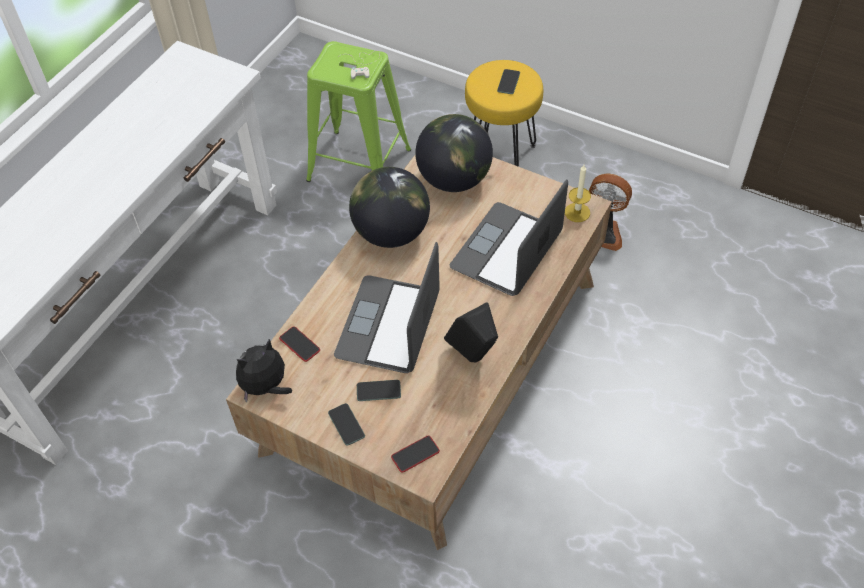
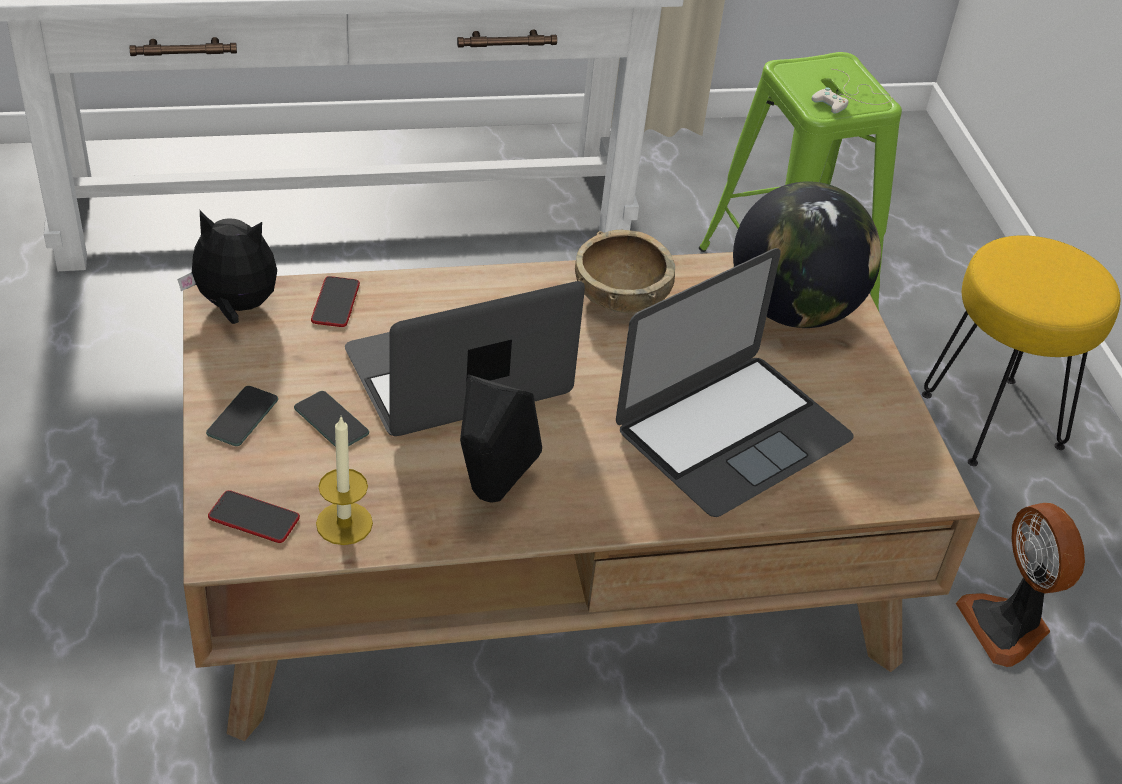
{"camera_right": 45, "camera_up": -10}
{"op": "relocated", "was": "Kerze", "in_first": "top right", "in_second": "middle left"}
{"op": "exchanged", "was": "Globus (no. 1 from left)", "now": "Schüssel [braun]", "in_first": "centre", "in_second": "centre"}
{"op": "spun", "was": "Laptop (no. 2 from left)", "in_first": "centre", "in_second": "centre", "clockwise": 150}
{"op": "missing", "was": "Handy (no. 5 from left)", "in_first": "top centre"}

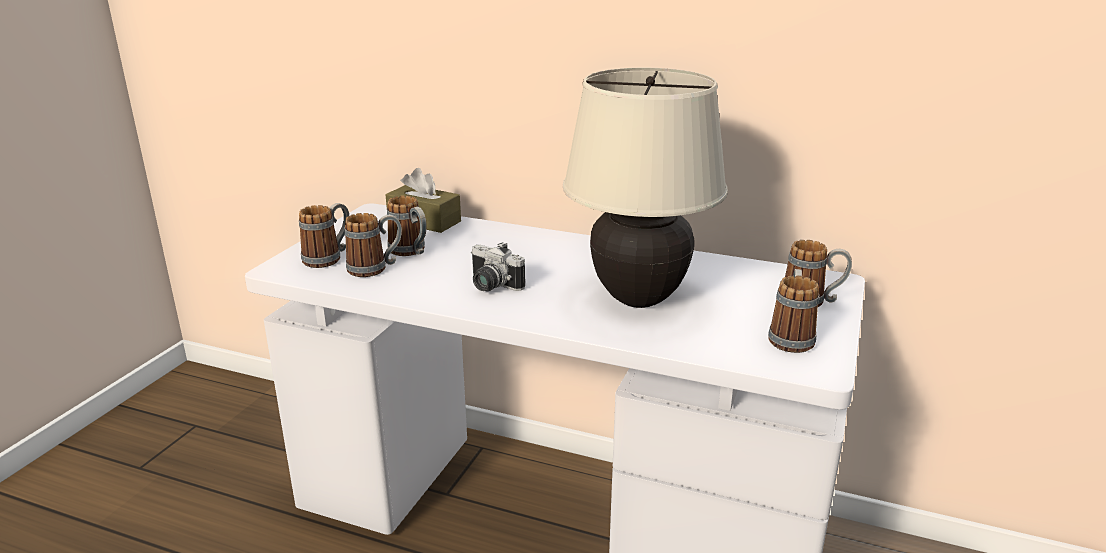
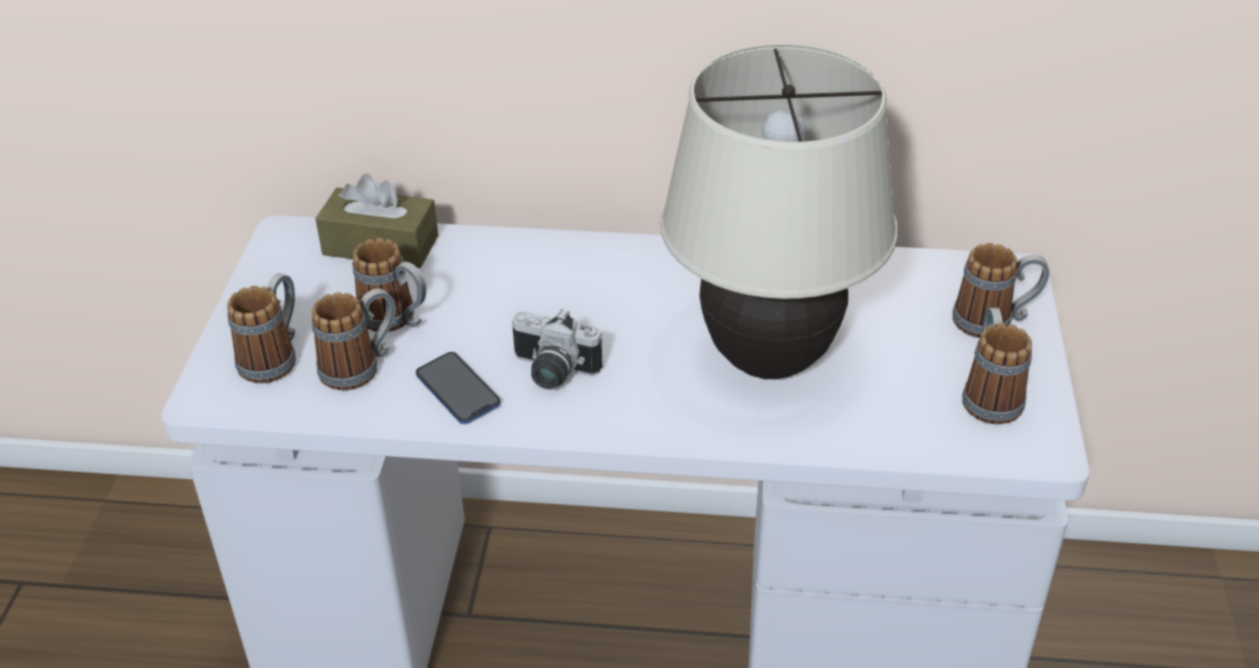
{"camera_right": -15, "camera_up": 15}
{"op": "appeared", "now": "Handy", "in_second": "centre"}

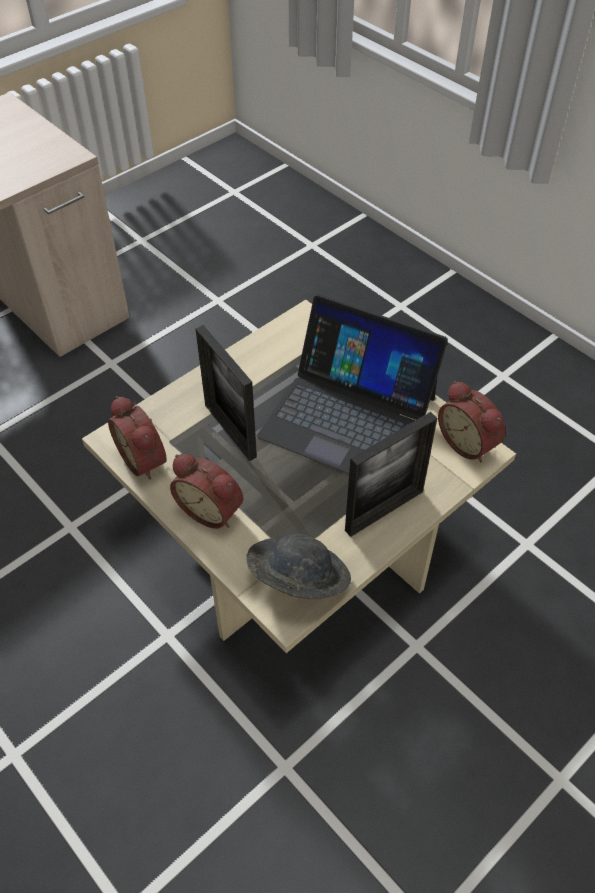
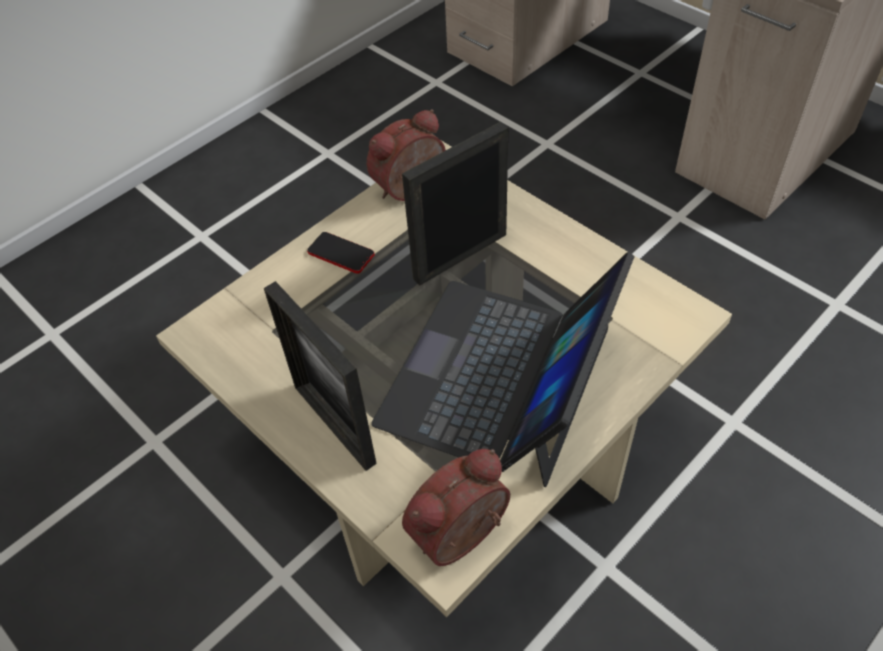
{"camera_right": 90, "camera_up": 0}
{"op": "exchanged", "was": "Wecker (no. 2 from left)", "now": "Handy", "in_first": "centre", "in_second": "centre"}
{"op": "missing", "was": "Hut [grau]", "in_first": "centre"}

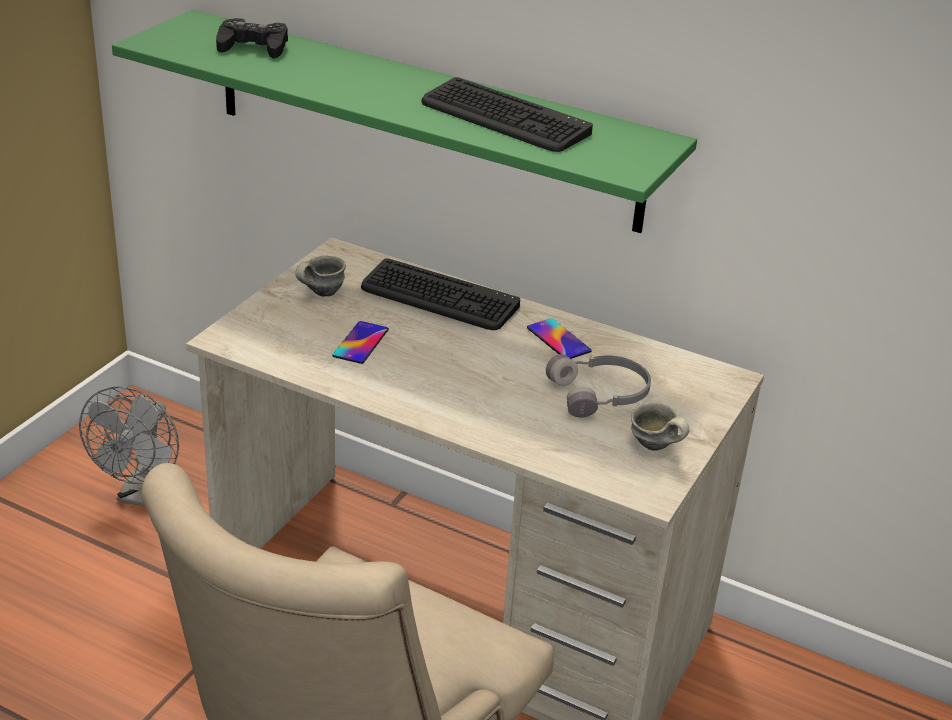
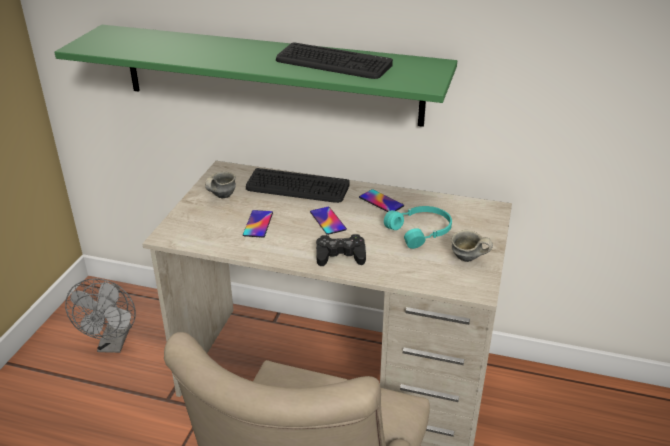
{"camera_right": -10, "camera_up": 0}
{"op": "appeared", "now": "Handy (no. 2 from left)", "in_second": "centre"}
{"op": "relocated", "was": "Gamepad [schwarz]", "in_first": "top left", "in_second": "centre"}
{"op": "colour", "was": "Kopfhörer [grau]", "now": "Kopfhörer [türkis]", "in_first": "centre", "in_second": "centre"}

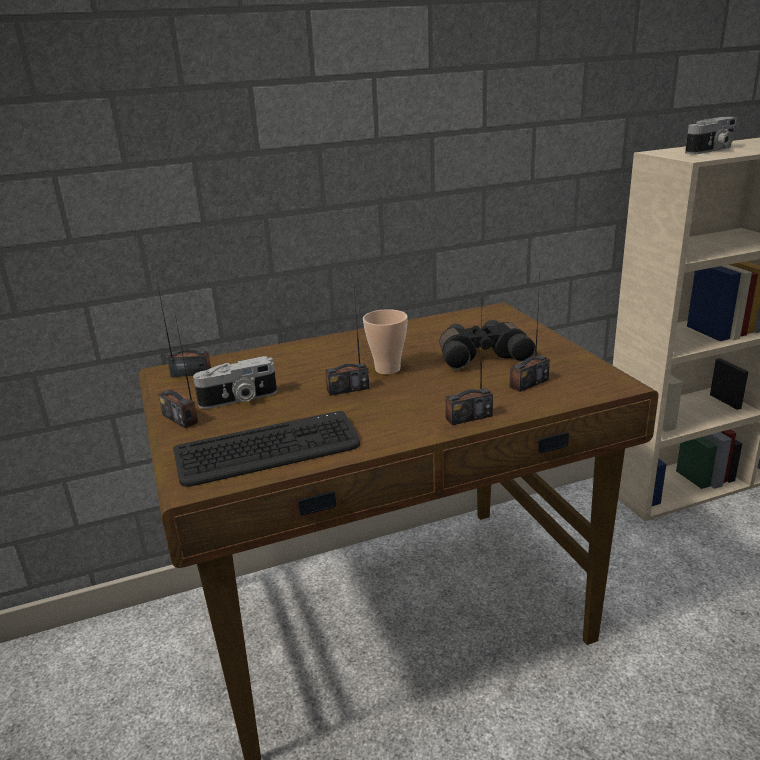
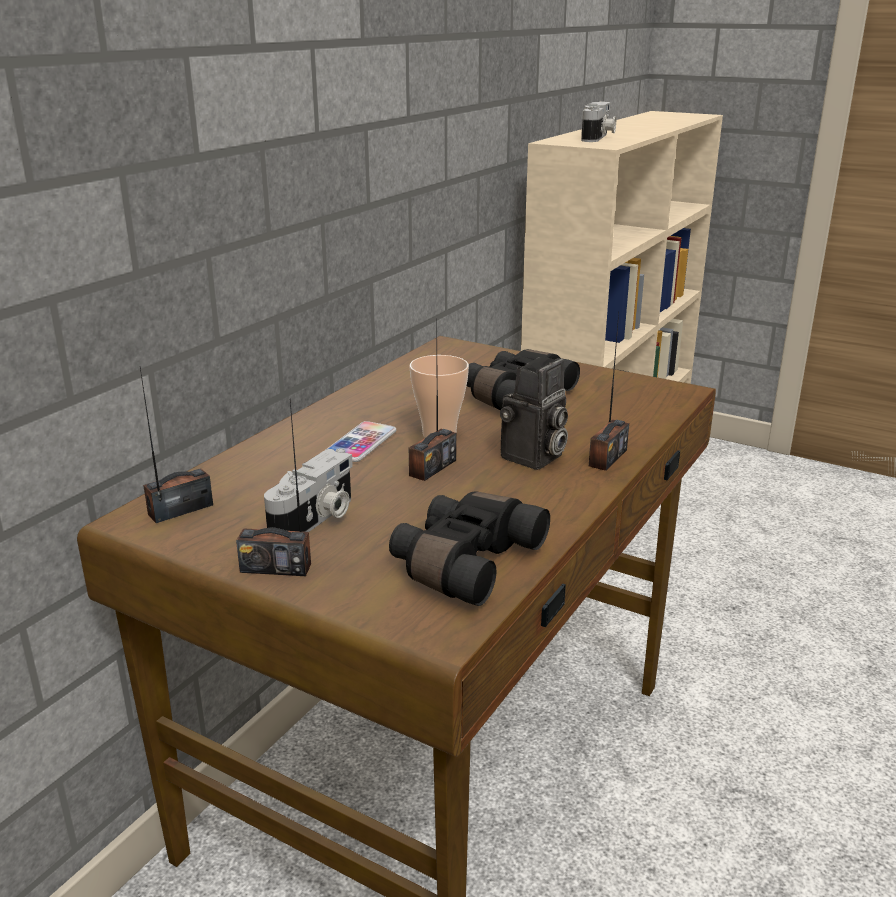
{"camera_right": -40, "camera_up": 0}
{"op": "appeared", "now": "Handy", "in_second": "centre"}
{"op": "exchanged", "was": "Tastatur", "now": "Fernglas [schwarz] (no. 1 from left)", "in_first": "centre", "in_second": "centre"}
{"op": "appeared", "now": "Kamera (no. 2 from left)", "in_second": "centre"}
{"op": "missing", "was": "Radio (no. 5 from left)", "in_first": "middle right"}

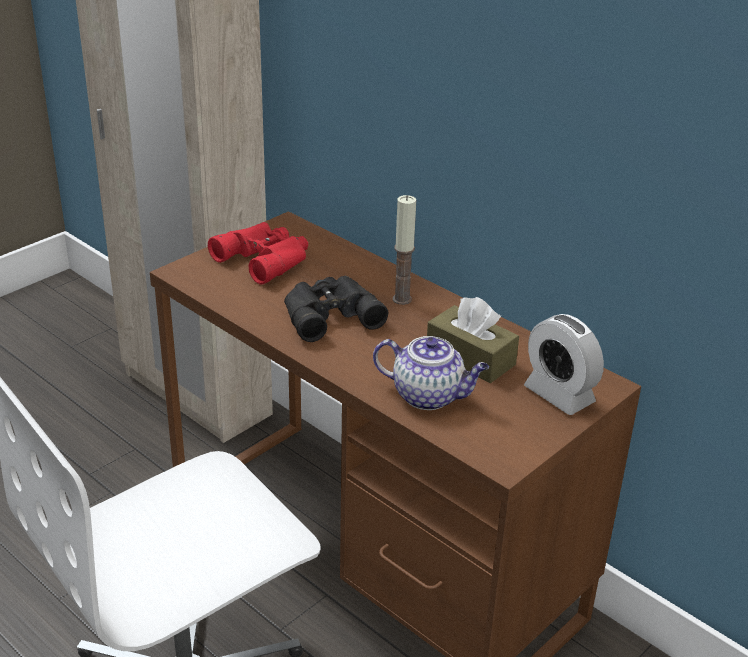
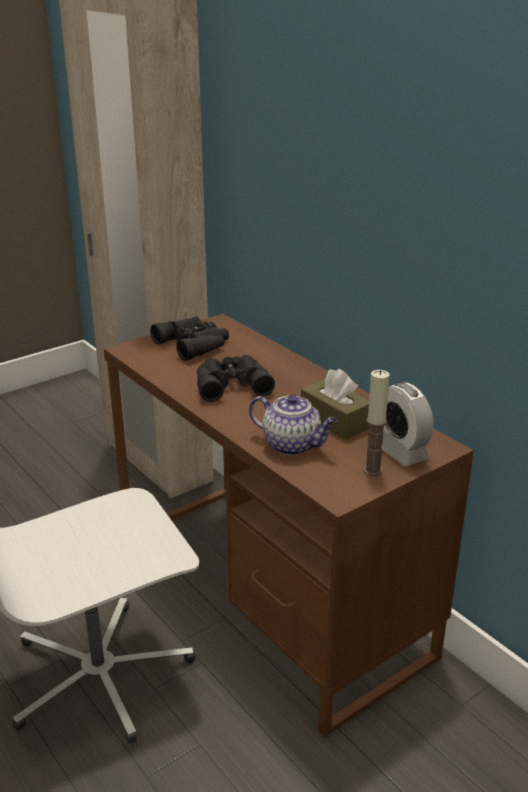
{"camera_right": 10, "camera_up": -5}
{"op": "colour", "was": "Fernglas [rot]", "now": "Fernglas [schwarz] (no. 1 from left)", "in_first": "centre", "in_second": "centre"}
{"op": "relocated", "was": "Kerze", "in_first": "centre", "in_second": "middle right"}

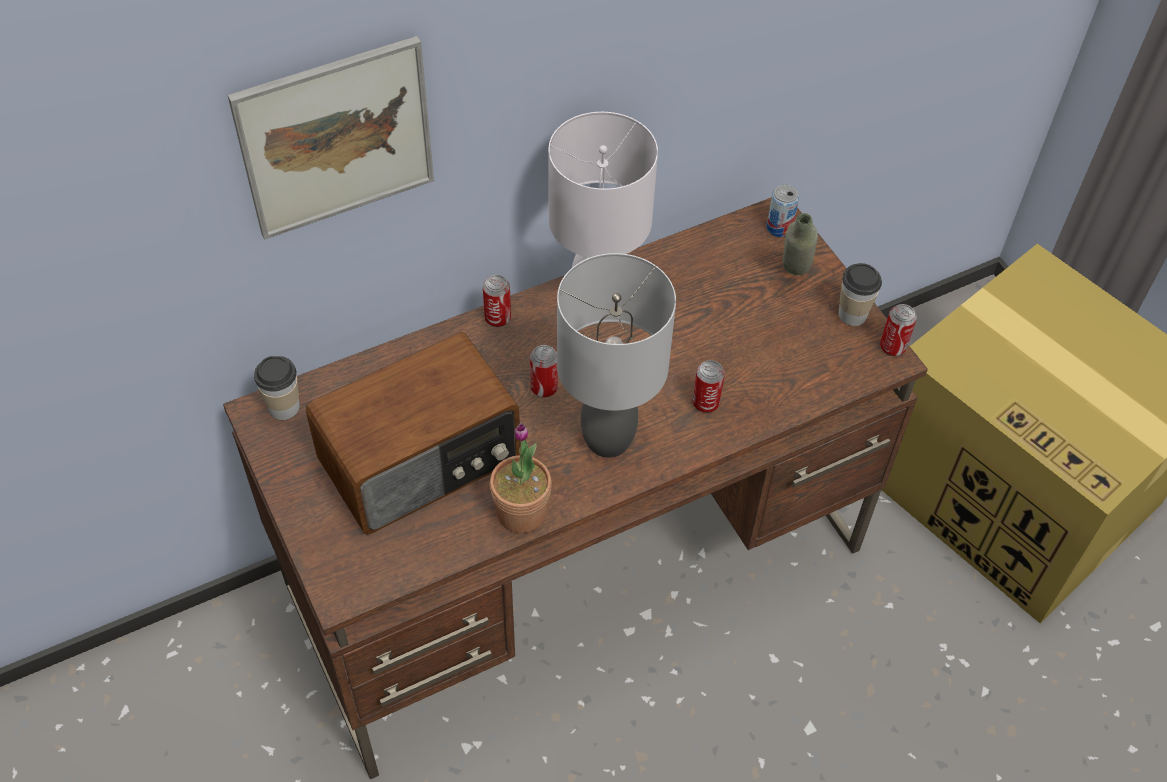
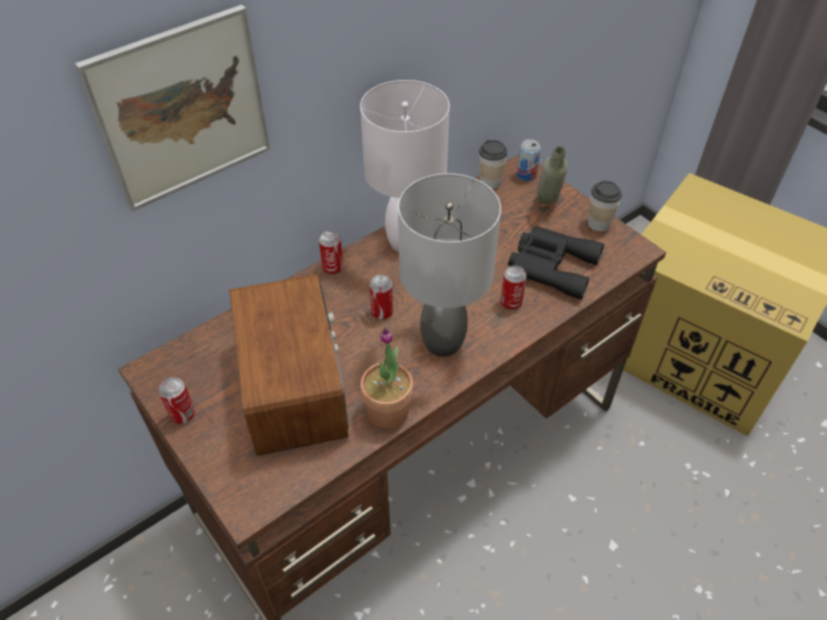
{"camera_right": -10, "camera_up": -5}
{"op": "relocated", "was": "Dose (no. 5 from left in the first image)", "now": "Dose (no. 1 from left)", "in_first": "middle right", "in_second": "middle left"}
{"op": "spun", "was": "Radio", "in_first": "centre", "in_second": "centre", "clockwise": -60}
{"op": "relocated", "was": "Tasse (no. 1 from left)", "in_first": "middle left", "in_second": "top centre"}
{"op": "appeared", "now": "Fernglas [schwarz]", "in_second": "middle right"}

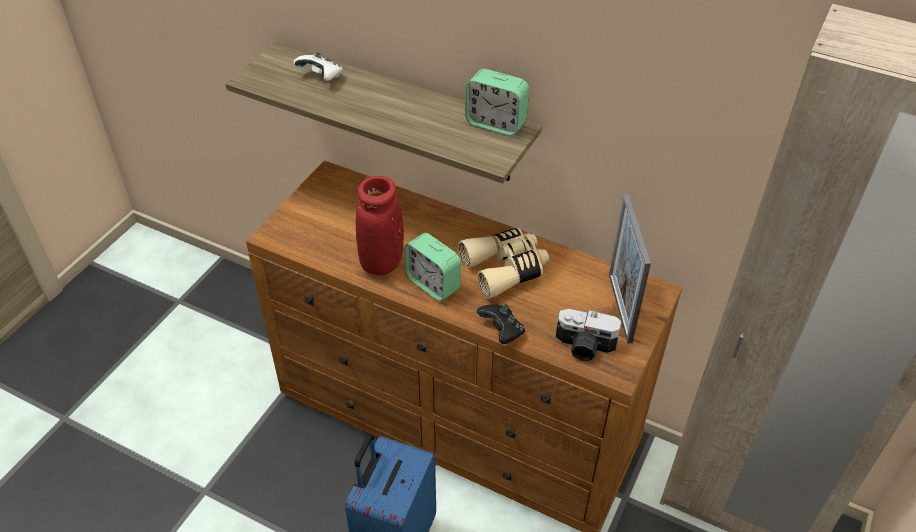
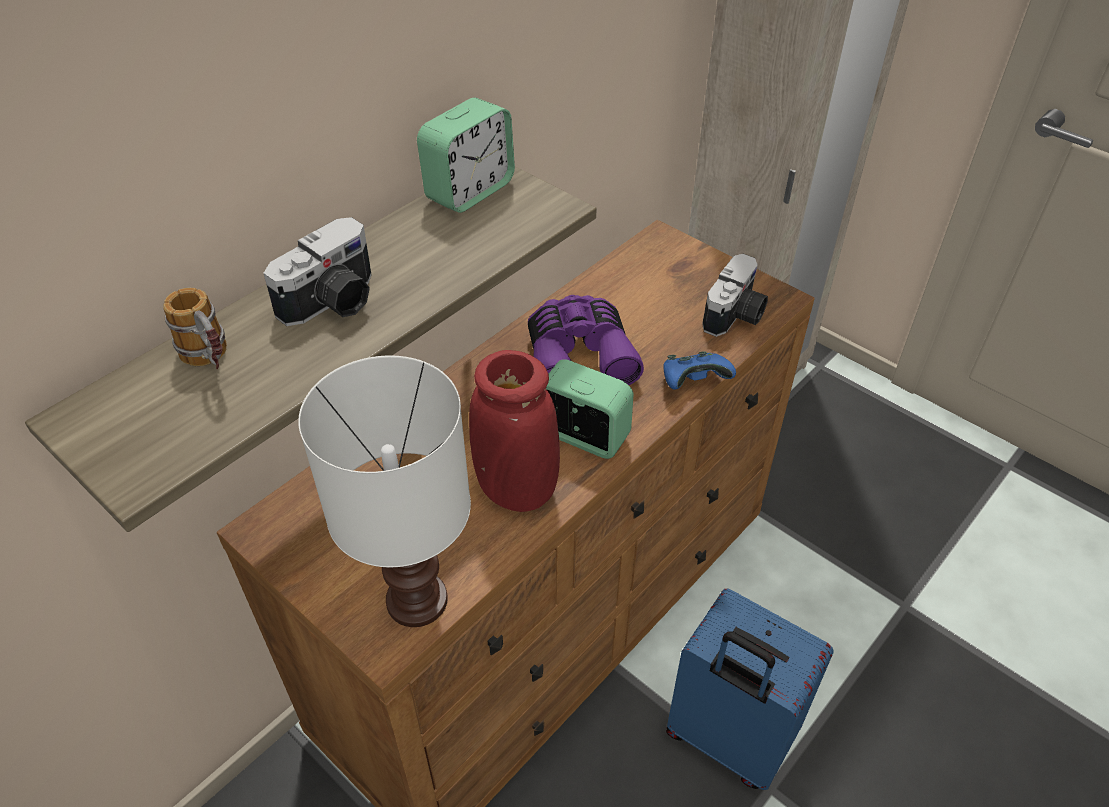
{"camera_right": -75, "camera_up": 0}
{"op": "exchanged", "was": "Gamepad [weiß]", "now": "Henkelbecher", "in_first": "top centre", "in_second": "middle left"}
{"op": "appeared", "now": "Kamera (no. 1 from left)", "in_second": "middle left"}
{"op": "appeared", "now": "Tischlampe [weiß]", "in_second": "centre"}
{"op": "colour", "was": "Fernglas [beige]", "now": "Fernglas [lila]", "in_first": "centre", "in_second": "centre"}
{"op": "spun", "was": "Wecker (no. 1 from left in the first image)", "in_first": "centre", "in_second": "centre", "clockwise": -120}
{"op": "colour", "was": "Gamepad [schwarz]", "now": "Gamepad [blau]", "in_first": "centre", "in_second": "centre"}
{"op": "missing", "was": "Bilderrahmen", "in_first": "middle right"}

